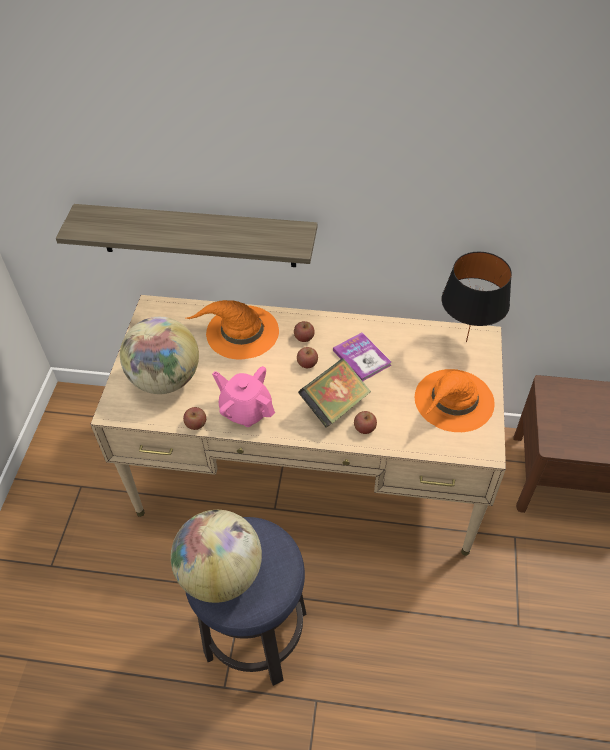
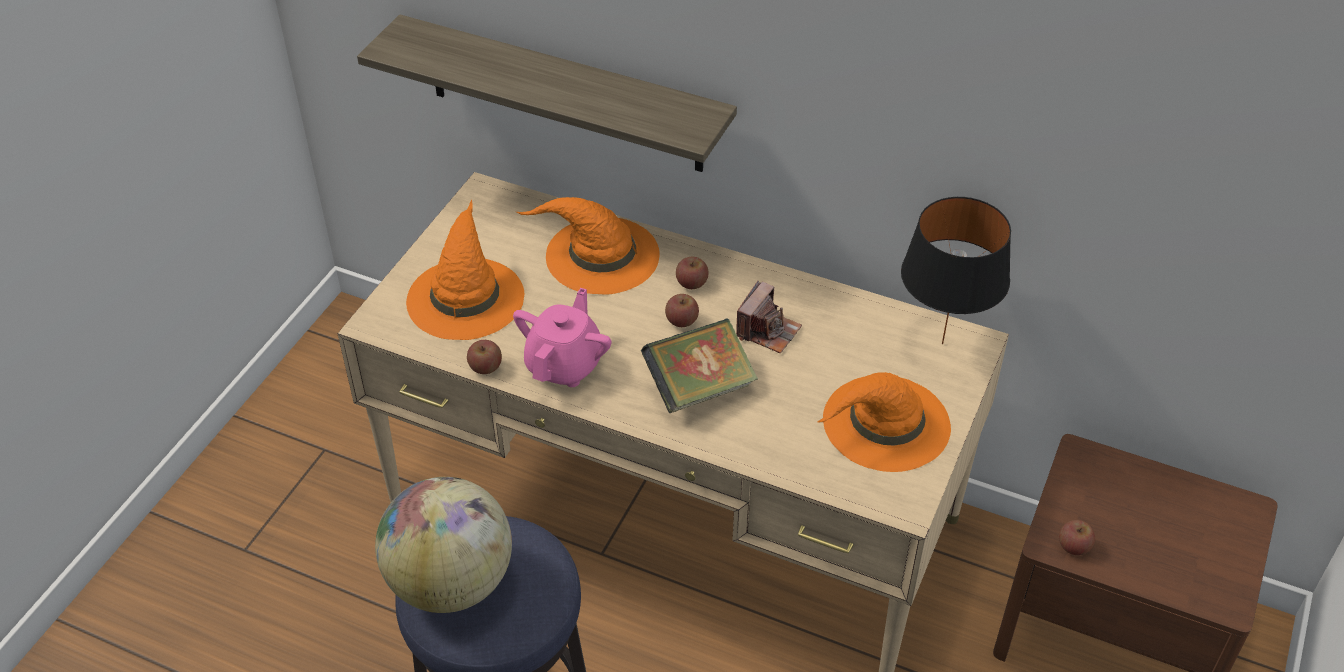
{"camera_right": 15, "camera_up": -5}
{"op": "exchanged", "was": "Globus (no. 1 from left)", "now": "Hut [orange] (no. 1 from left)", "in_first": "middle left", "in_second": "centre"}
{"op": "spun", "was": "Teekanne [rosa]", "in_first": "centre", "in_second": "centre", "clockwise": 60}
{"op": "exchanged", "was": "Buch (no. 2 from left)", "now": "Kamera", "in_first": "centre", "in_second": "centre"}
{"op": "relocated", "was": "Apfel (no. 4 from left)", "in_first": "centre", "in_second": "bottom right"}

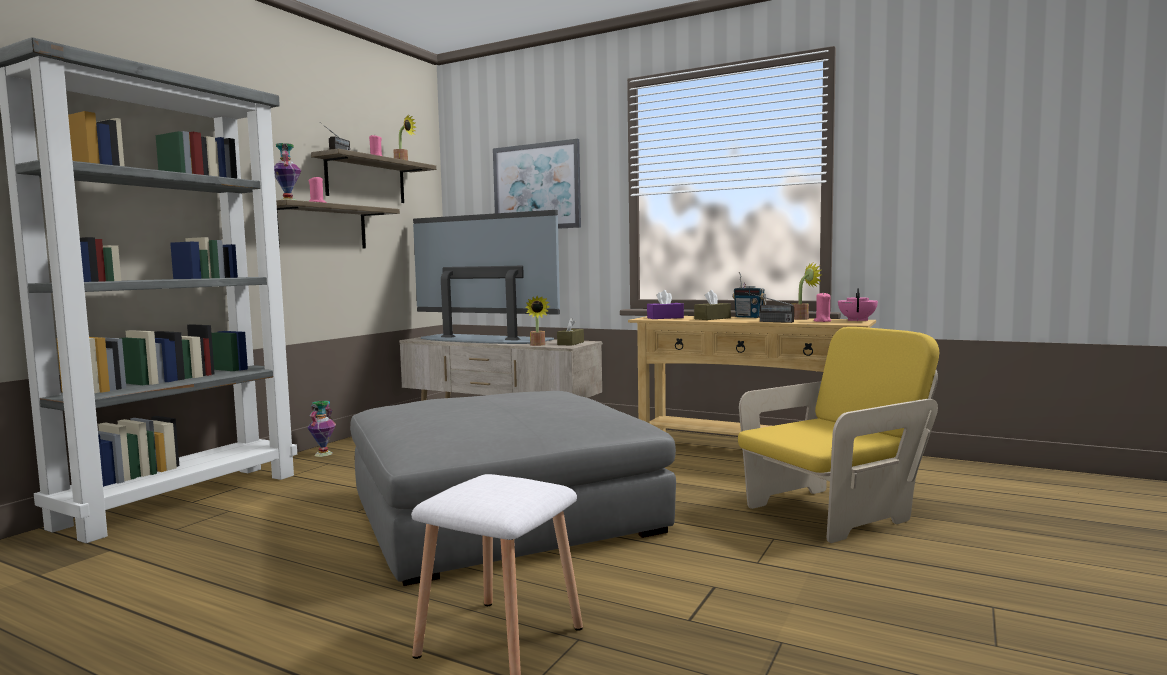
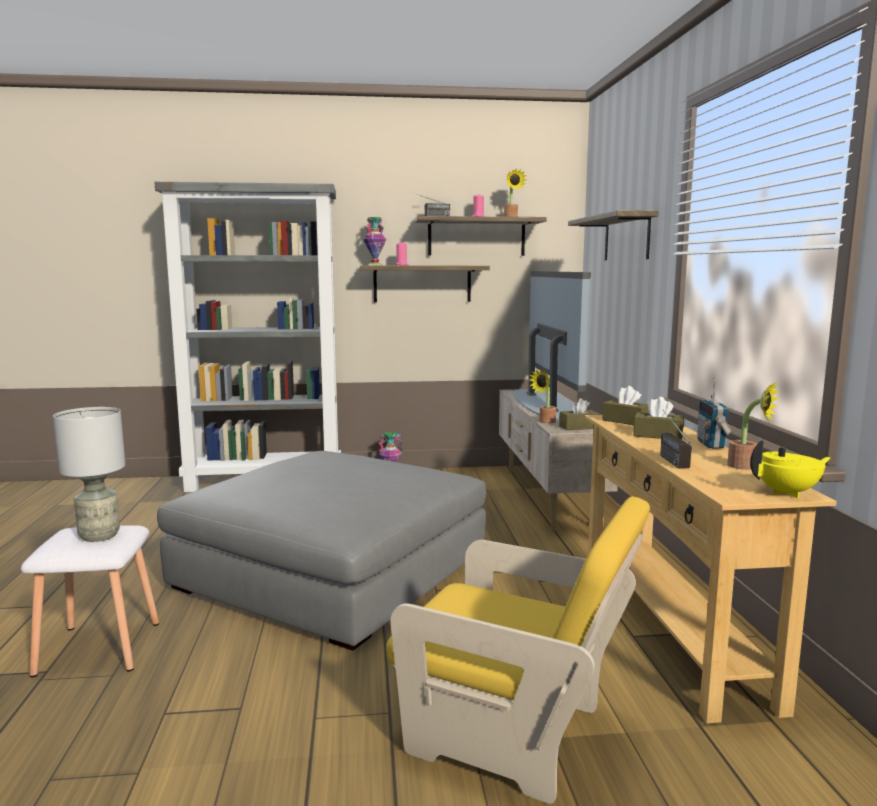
{"camera_right": 55, "camera_up": 5}
{"op": "appeared", "now": "Tischlampe [grau]", "in_second": "middle left"}
{"op": "exchanged", "was": "Bild", "now": "Wandregal (no. 3 from left)", "in_first": "top centre", "in_second": "top right"}
{"op": "colour", "was": "Taschentuchbox [lila]", "now": "Taschentuchbox [braun] (no. 2 from left)", "in_first": "centre", "in_second": "middle right"}
{"op": "colour", "was": "Teekanne [rosa]", "now": "Teekanne [gelb]", "in_first": "middle right", "in_second": "middle right"}
{"op": "missing", "was": "Kerze [rosa] (no. 3 from left)", "in_first": "middle right"}

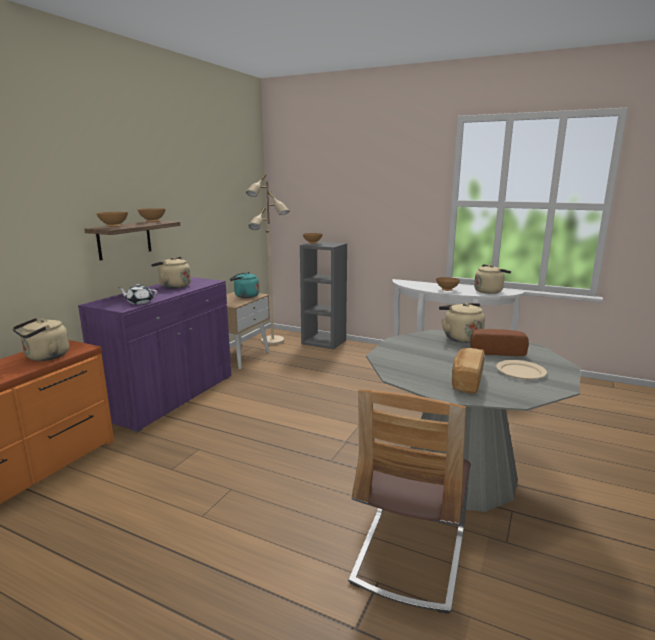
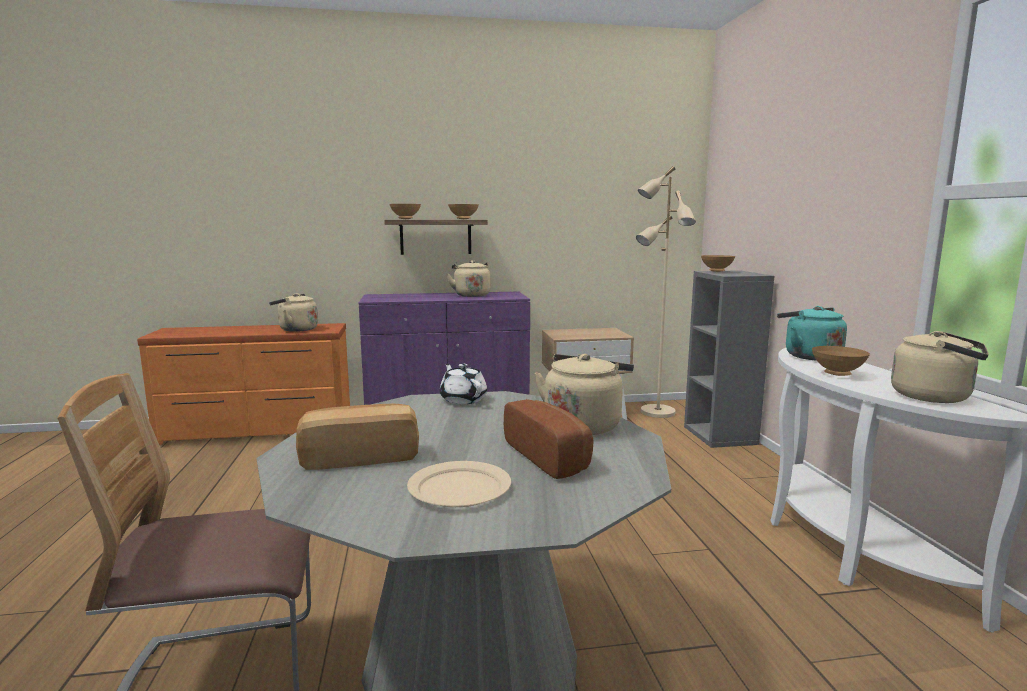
{"camera_right": 55, "camera_up": -5}
{"op": "relocated", "was": "Teekanne [weiß]", "in_first": "middle left", "in_second": "centre"}
{"op": "relocated", "was": "Wasserkessel [türkis]", "in_first": "centre", "in_second": "middle right"}

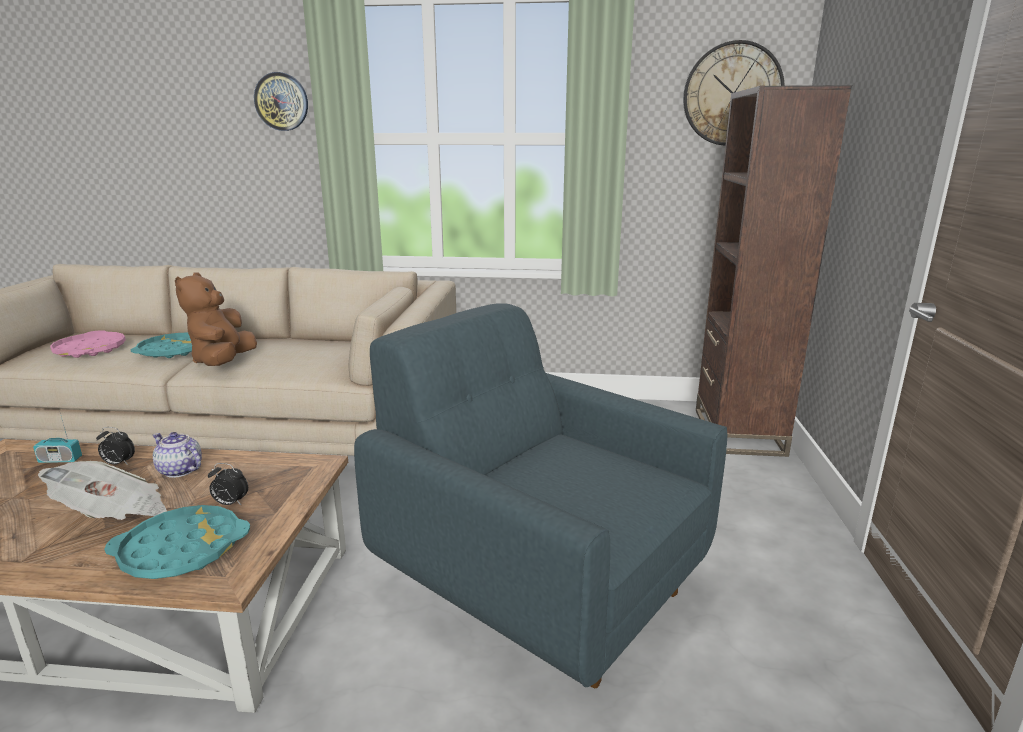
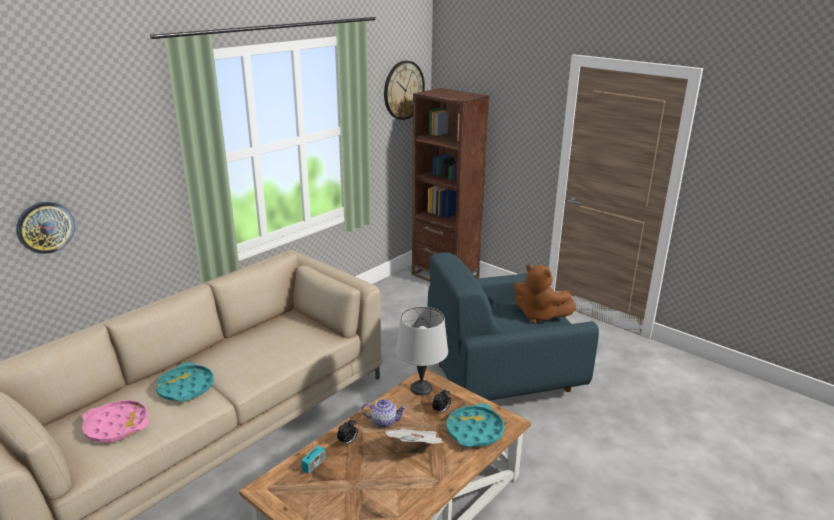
{"camera_right": -55, "camera_up": 5}
{"op": "relocated", "was": "Wanduhr (no. 1 from left)", "in_first": "top left", "in_second": "middle left"}
{"op": "spun", "was": "Teekanne", "in_first": "middle left", "in_second": "bottom centre", "clockwise": -150}
{"op": "appeared", "now": "Tischlampe [grau]", "in_second": "bottom centre"}
{"op": "relocated", "was": "Plüschtier [braun]", "in_first": "middle left", "in_second": "centre"}

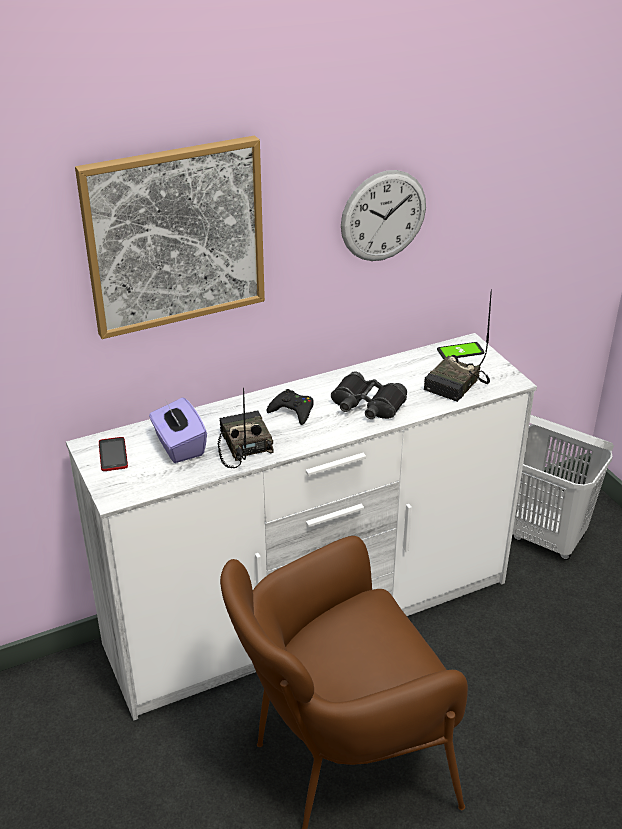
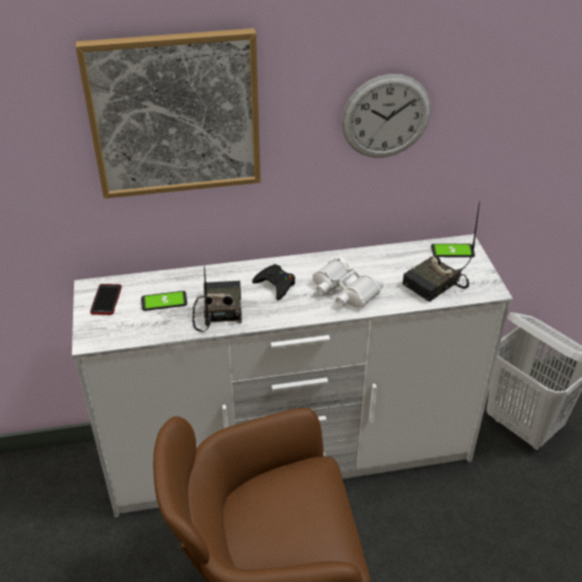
{"camera_right": 15, "camera_up": 5}
{"op": "exchanged", "was": "Taschentuchbox [lila]", "now": "Handy (no. 2 from left)", "in_first": "middle left", "in_second": "middle left"}
{"op": "colour", "was": "Fernglas [schwarz]", "now": "Fernglas [weiß]", "in_first": "centre", "in_second": "centre"}

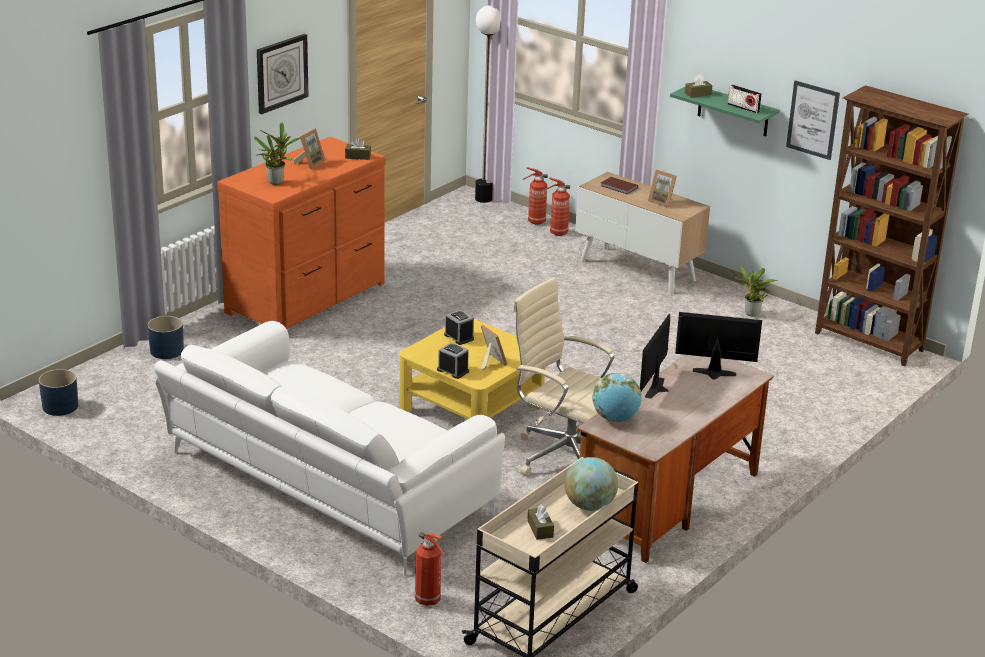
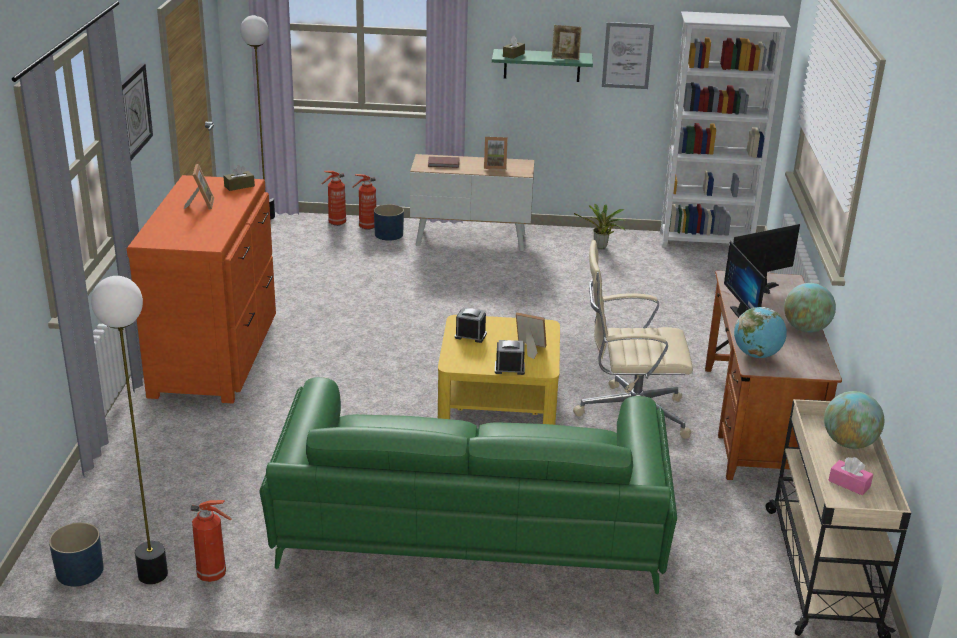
{"camera_right": -35, "camera_up": 0}
{"op": "appeared", "now": "Stehlampe (no. 1 from left)", "in_second": "bottom left"}
{"op": "relocated", "was": "Feuerlöscher (no. 1 from left)", "in_first": "bottom centre", "in_second": "bottom left"}
{"op": "colour", "was": "Sofa [weiß]", "now": "Sofa [grün]", "in_first": "bottom centre", "in_second": "bottom centre"}
{"op": "relocated", "was": "Pflanzkübel [blau] (no. 2 from left)", "in_first": "middle left", "in_second": "centre"}
{"op": "exchanged", "was": "Radio", "now": "Bilderrahmen (no. 4 from left)", "in_first": "top right", "in_second": "top centre"}
{"op": "colour", "was": "Bücherregal [braun]", "now": "Bücherregal [weiß]", "in_first": "middle right", "in_second": "top right"}
{"op": "appeared", "now": "Globus (no. 2 from left)", "in_second": "middle right"}
{"op": "colour", "was": "Taschentuchbox [braun] (no. 2 from left)", "now": "Taschentuchbox [rosa]", "in_first": "bottom centre", "in_second": "bottom right"}
{"op": "missing", "was": "Topfpflanze (no. 1 from left)", "in_first": "top left"}

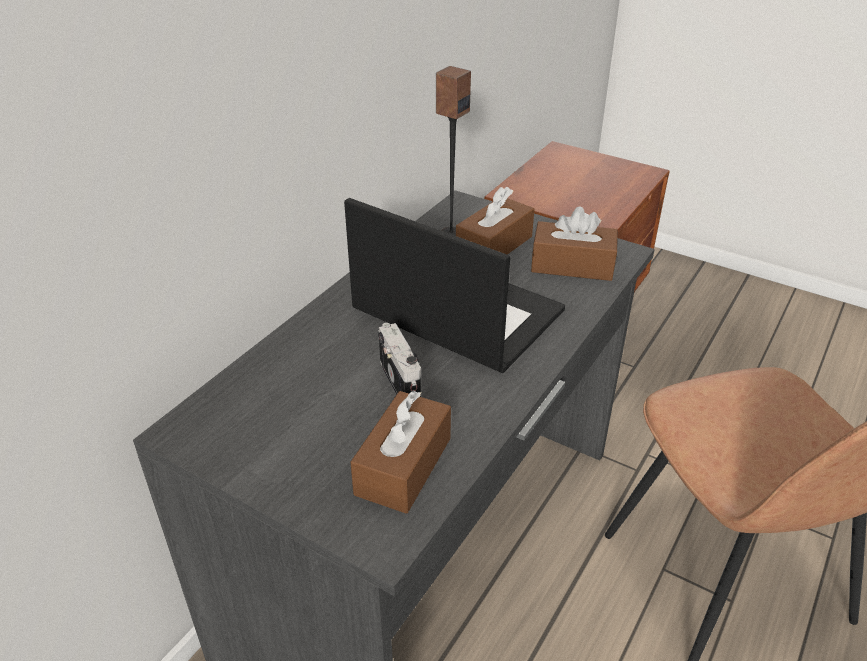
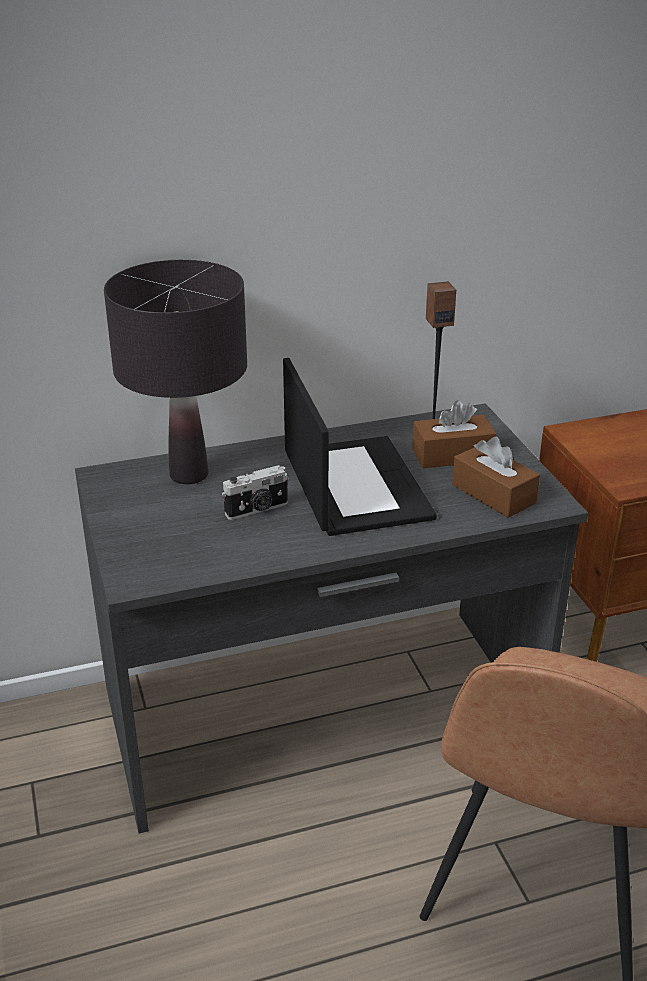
{"camera_right": 40, "camera_up": -5}
{"op": "appeared", "now": "Tischlampe [schwarz]", "in_second": "middle left"}
{"op": "spun", "was": "Kamera", "in_first": "centre", "in_second": "centre", "clockwise": 45}
{"op": "missing", "was": "Taschentuchbox [braun] (no. 1 from left)", "in_first": "bottom centre"}

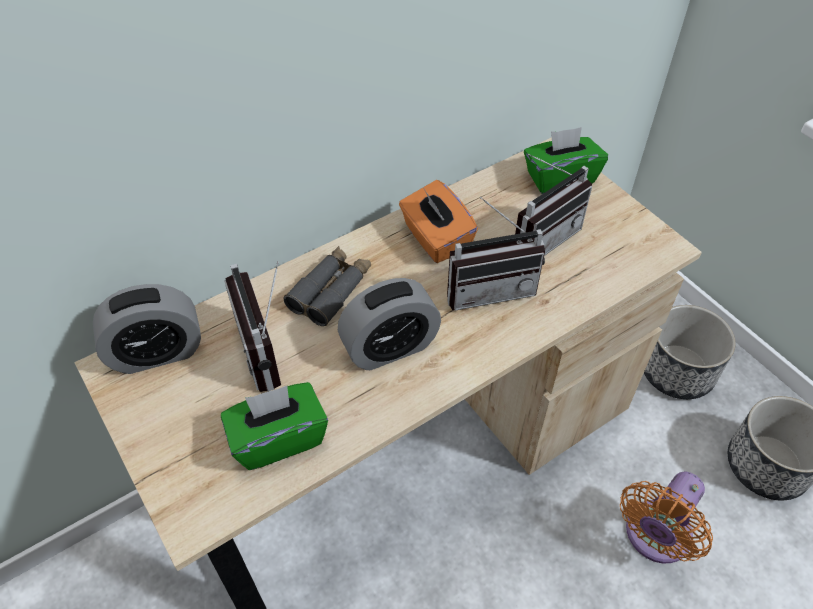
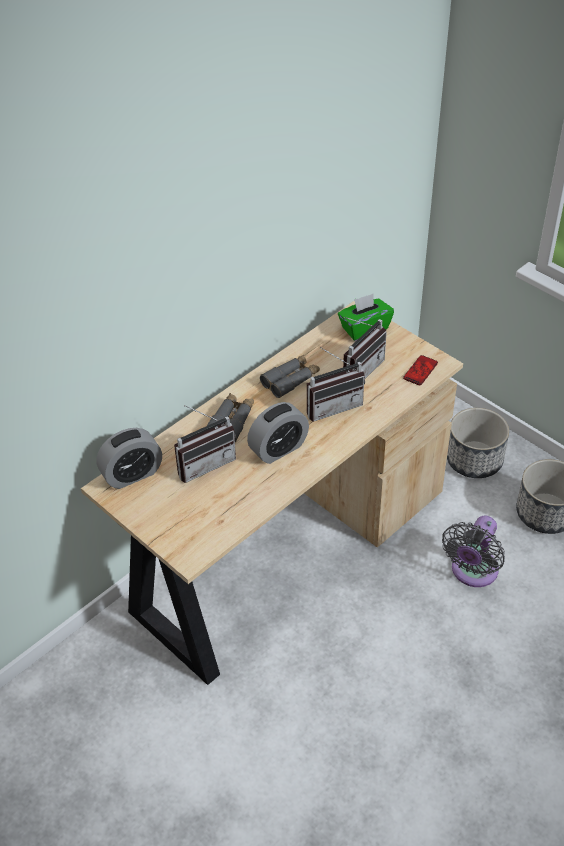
{"camera_right": -10, "camera_up": -5}
{"op": "spun", "was": "Radio (no. 1 from left)", "in_first": "middle left", "in_second": "centre", "clockwise": -90}
{"op": "exchanged", "was": "Taschentuchbox [orange]", "now": "Fernglas [grau] (no. 2 from left)", "in_first": "centre", "in_second": "centre"}
{"op": "appeared", "now": "Handy", "in_second": "middle right"}
{"op": "colour", "was": "Ventilator [orange]", "now": "Ventilator [grau]", "in_first": "bottom right", "in_second": "middle right"}
{"op": "missing", "was": "Taschentuchbox [grün] (no. 1 from left)", "in_first": "bottom centre"}

